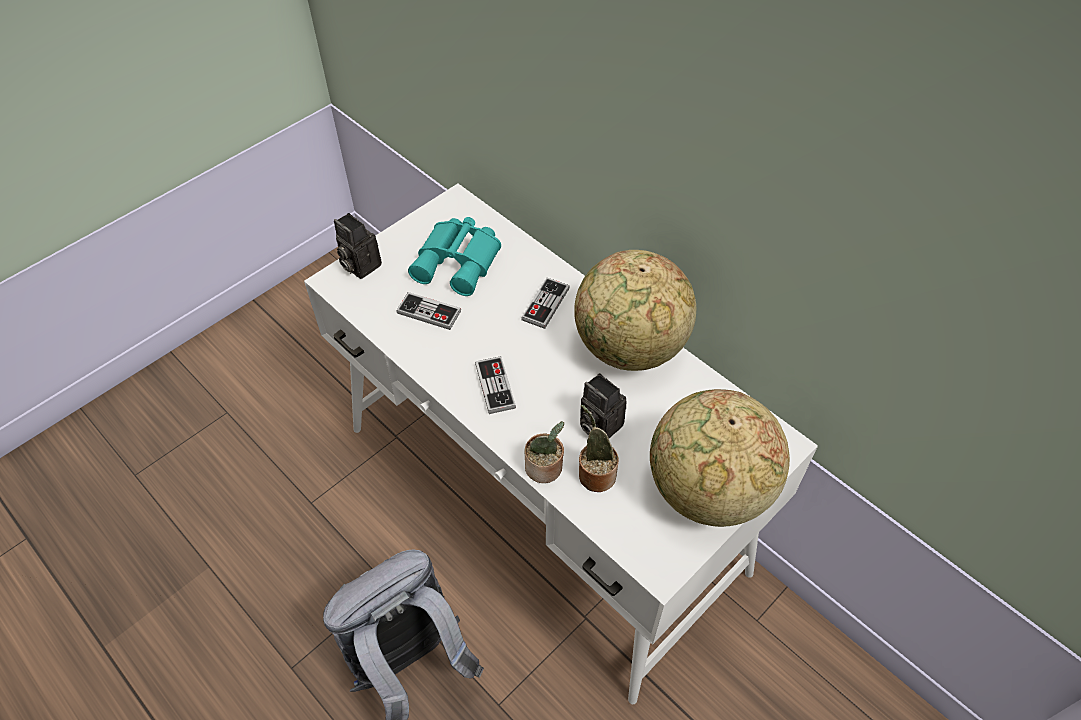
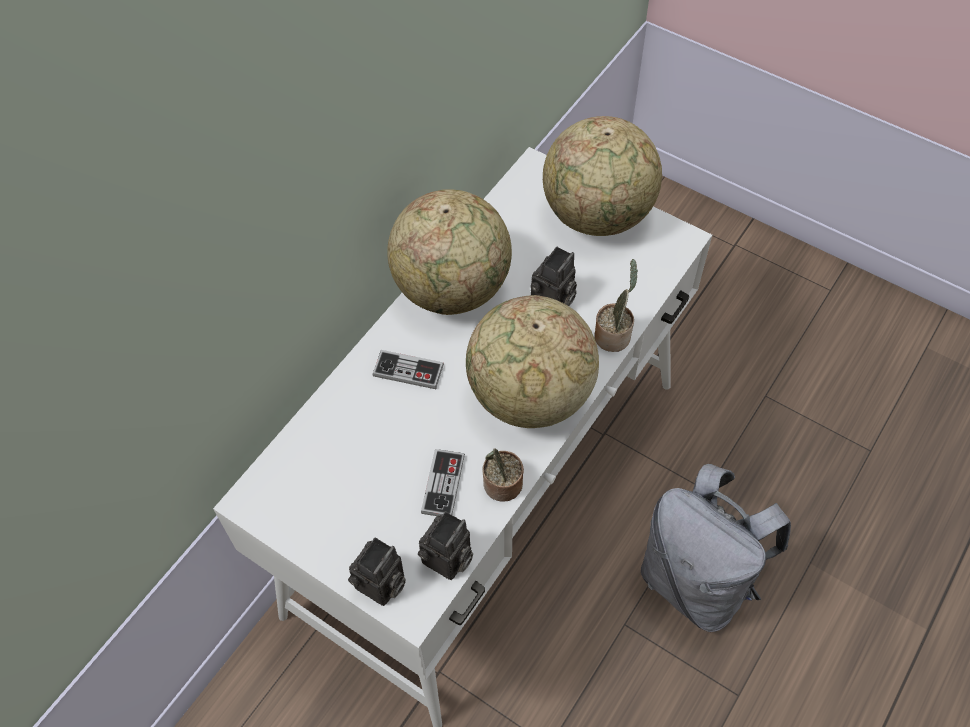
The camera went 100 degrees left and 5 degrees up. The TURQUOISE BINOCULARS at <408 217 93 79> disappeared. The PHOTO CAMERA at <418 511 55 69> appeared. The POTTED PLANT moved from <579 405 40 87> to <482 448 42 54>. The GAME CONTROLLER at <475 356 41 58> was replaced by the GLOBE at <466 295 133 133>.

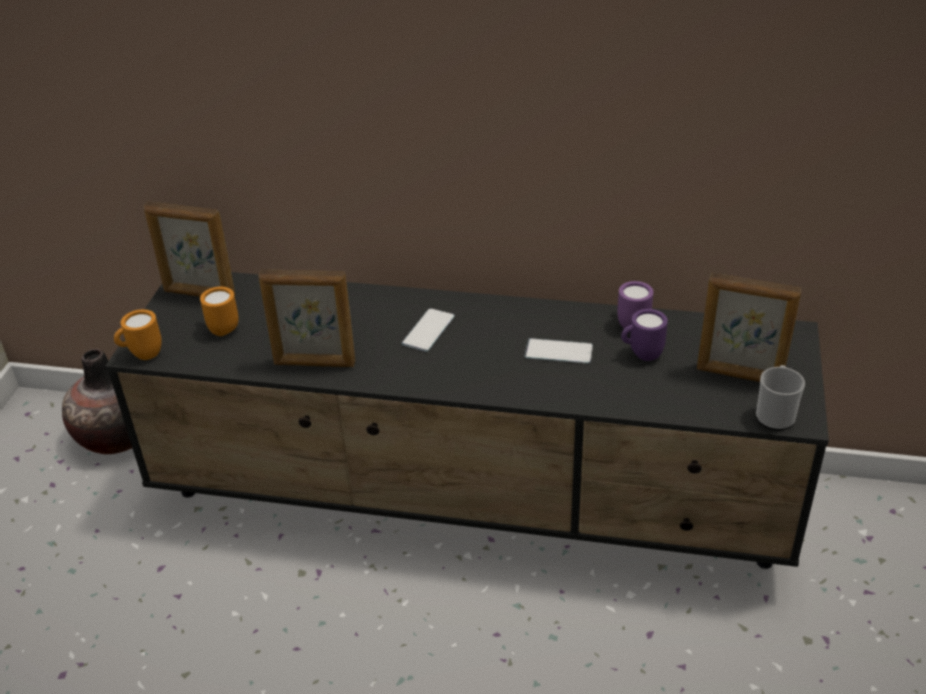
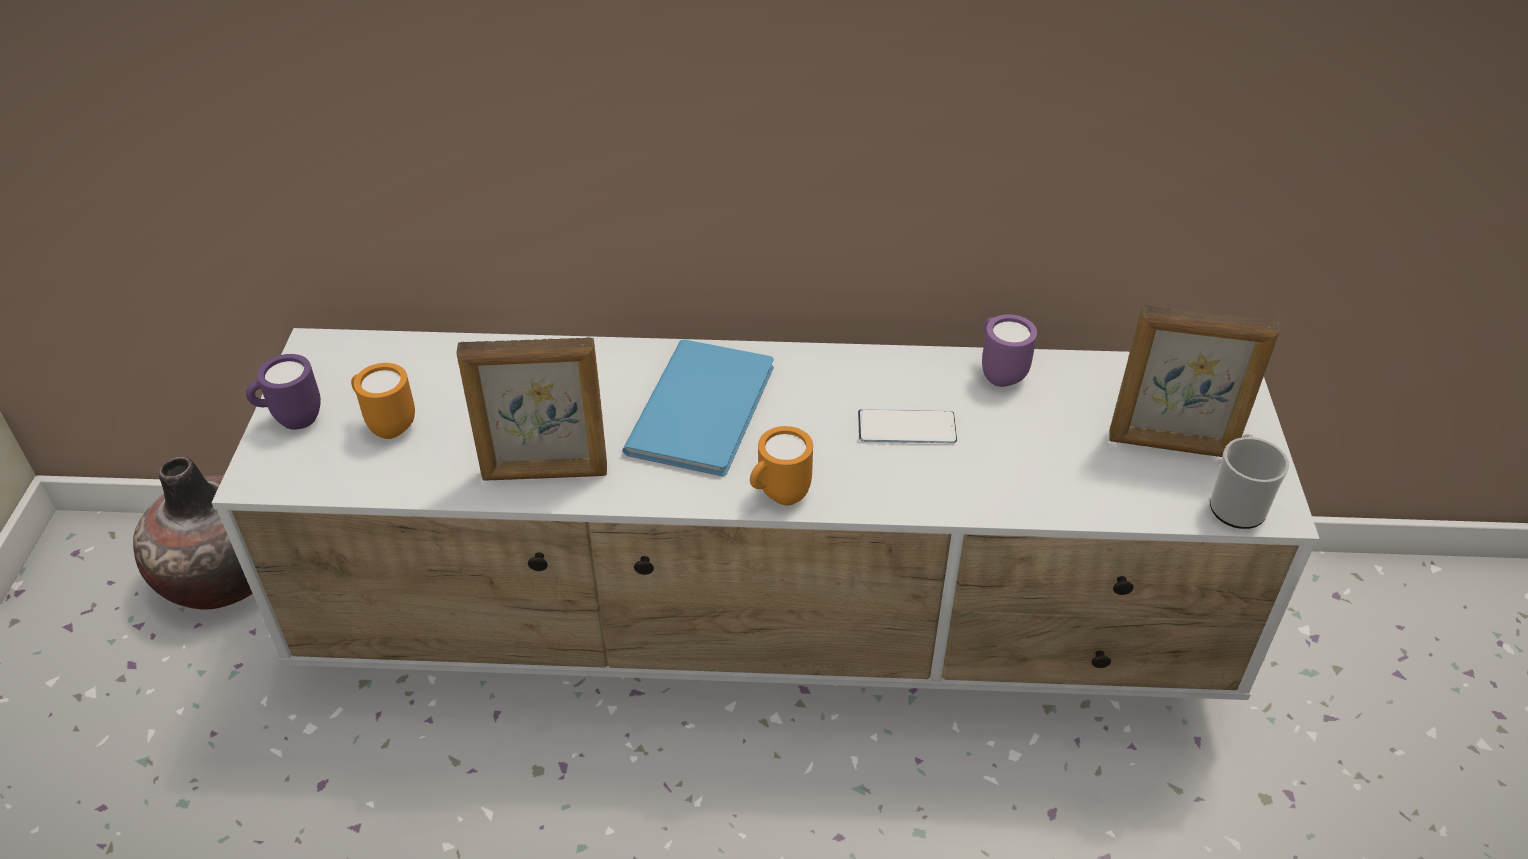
The camera went 10 degrees left and 5 degrees up. The PICTURE FRAME at <143 201 93 96> disappeared. The ORANGE MUG moved from <114 309 48 51> to <750 426 63 80>. The PURPLE MUG moved from <621 309 47 52> to <246 354 75 76>. The PHONE at <402 308 53 44> was replaced by the BLUE BOOK at <622 339 152 138>. The BLACK TV STAND at <105 272 724 297> became the WHITE TV STAND at <211 328 1109 372>.

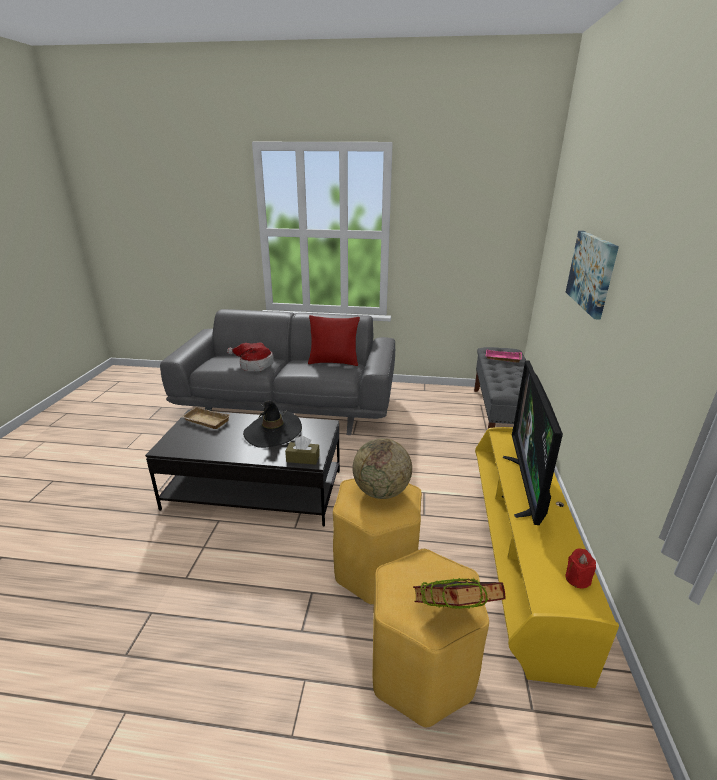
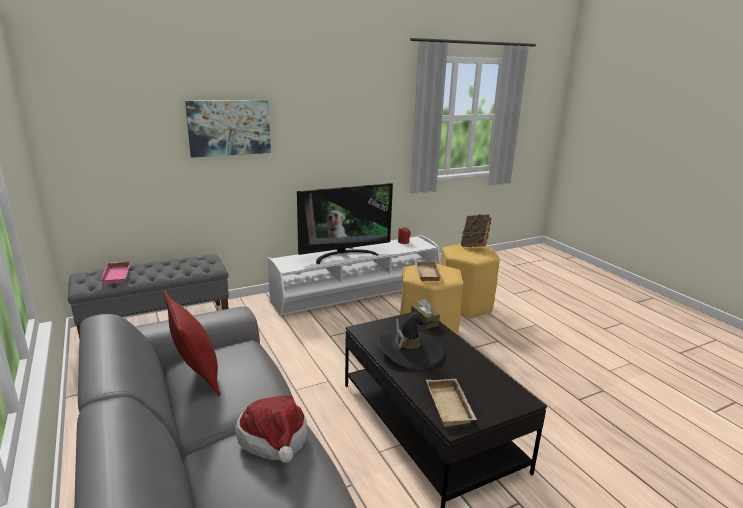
The camera went 125 degrees left and 5 degrees down. The GLOBE at <353 438 59 61> was replaced by the BEIGE TRAY at <415 261 26 21>. The YELLOW TV STAND at <475 427 144 261> became the WHITE TV STAND at <268 235 173 81>.

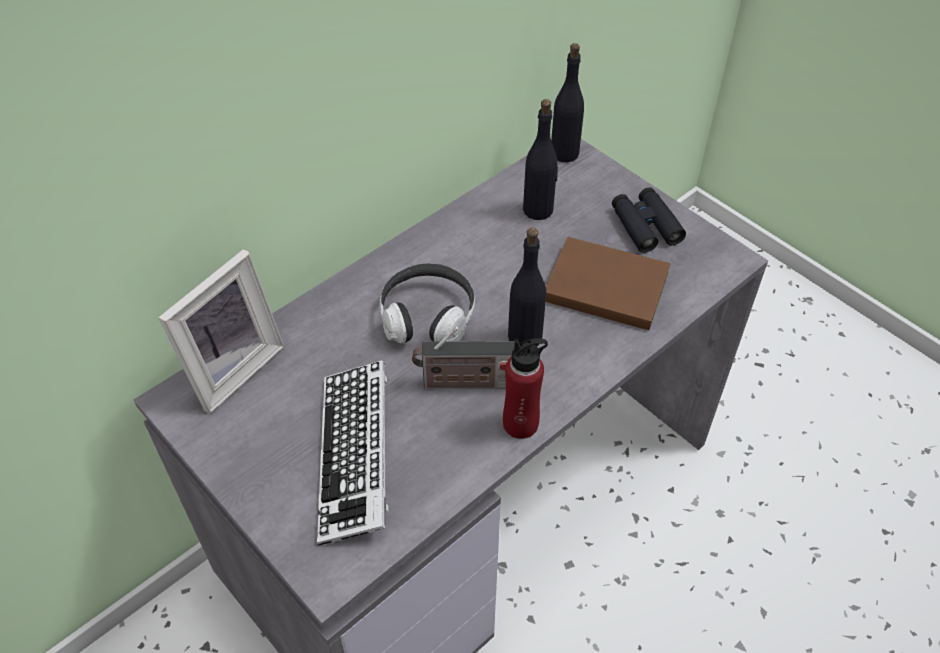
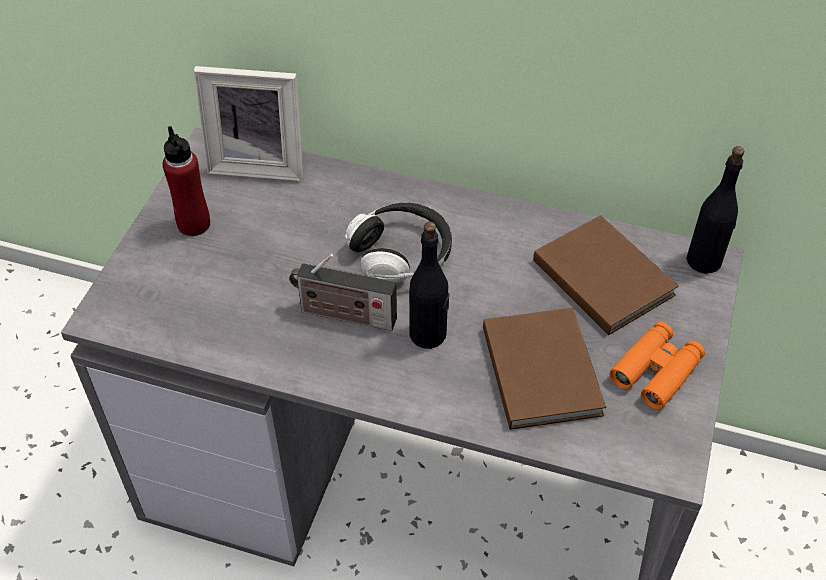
The camera went 60 degrees right and 0 degrees up. The KEYBOARD at <317 360 72 186> disappeared. The RED BOTTLE moved from <503 338 45 101> to <163 126 47 110>. The BLACK BOTTLE at <523 99 35 121> was replaced by the BROWN BOOK at <533 215 145 120>. The BLACK BINOCULARS at <612 187 74 66> became the ORANGE BINOCULARS at <609 322 96 88>. The RADIO at <412 327 107 62> turned 45 degrees counterclockwise.

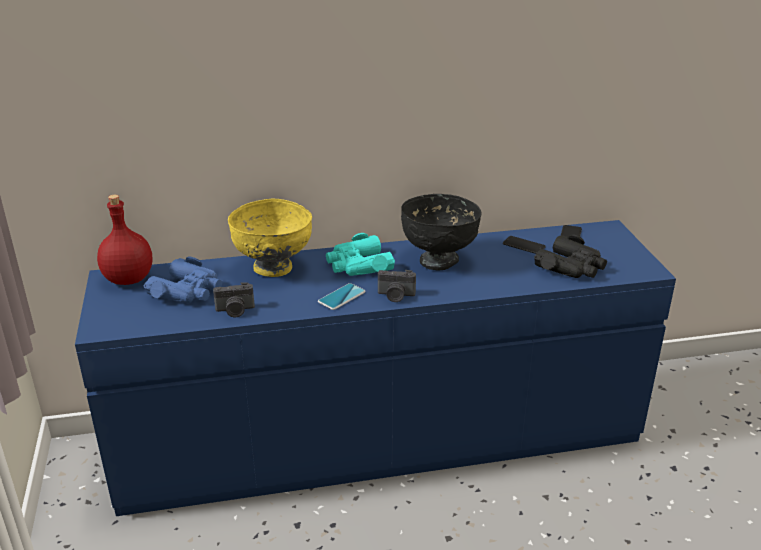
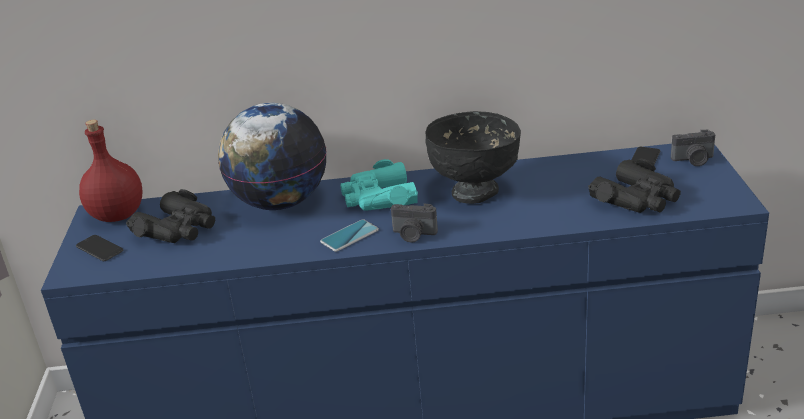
The camera went 10 degrees right and 0 degrees up. The PHOTO CAMERA moved from <213 282 42 35> to <671 130 44 36>. The PHONE moved from <503 236 43 18> to <76 235 47 26>. The YELLOW BOWL at <228 199 84 78> was replaced by the GLOBE at <218 103 108 107>. The BLUE BINOCULARS at <144 257 78 46> became the BLACK BINOCULARS at <126 189 89 54>.

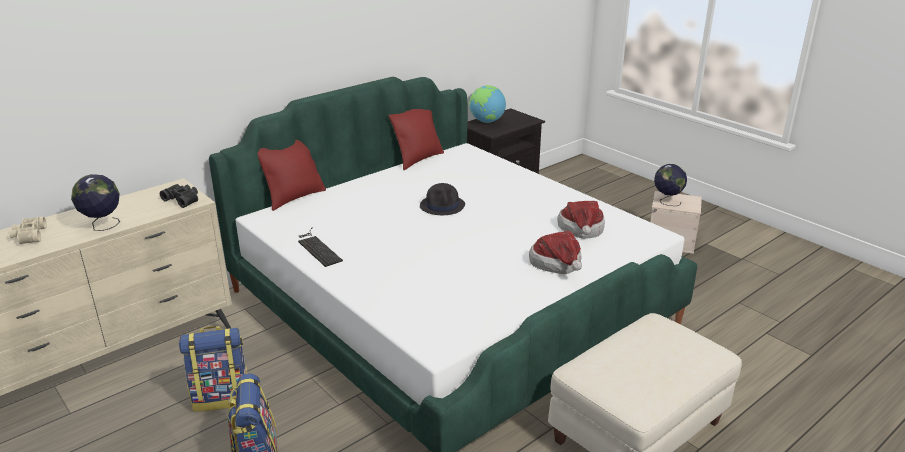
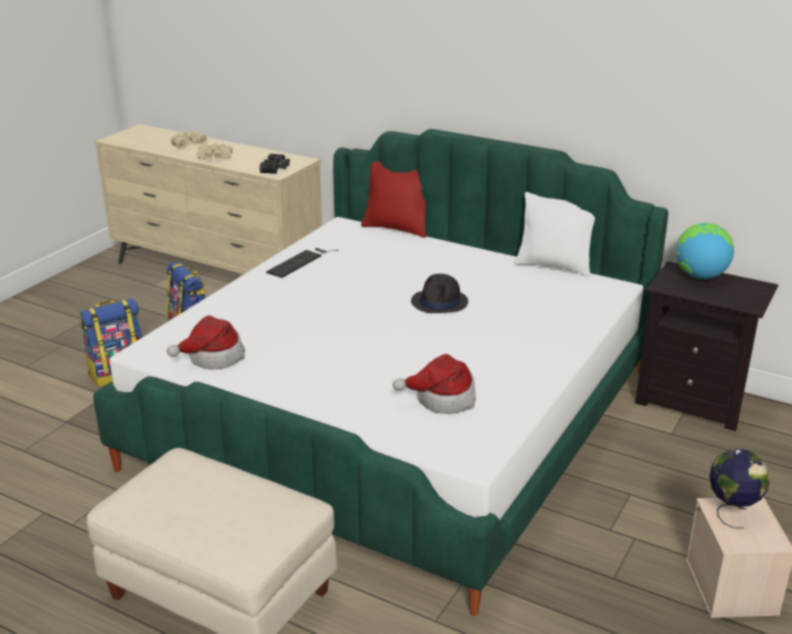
The camera went 70 degrees right and 0 degrees up. The HAT moved from <529 231 53 43> to <167 315 78 55>. The GLOBE at <71 174 49 57> was replaced by the BEIGE BINOCULARS at <197 143 36 17>. The RED PILLOW at <389 109 55 61> became the WHITE PILLOW at <515 192 80 84>.

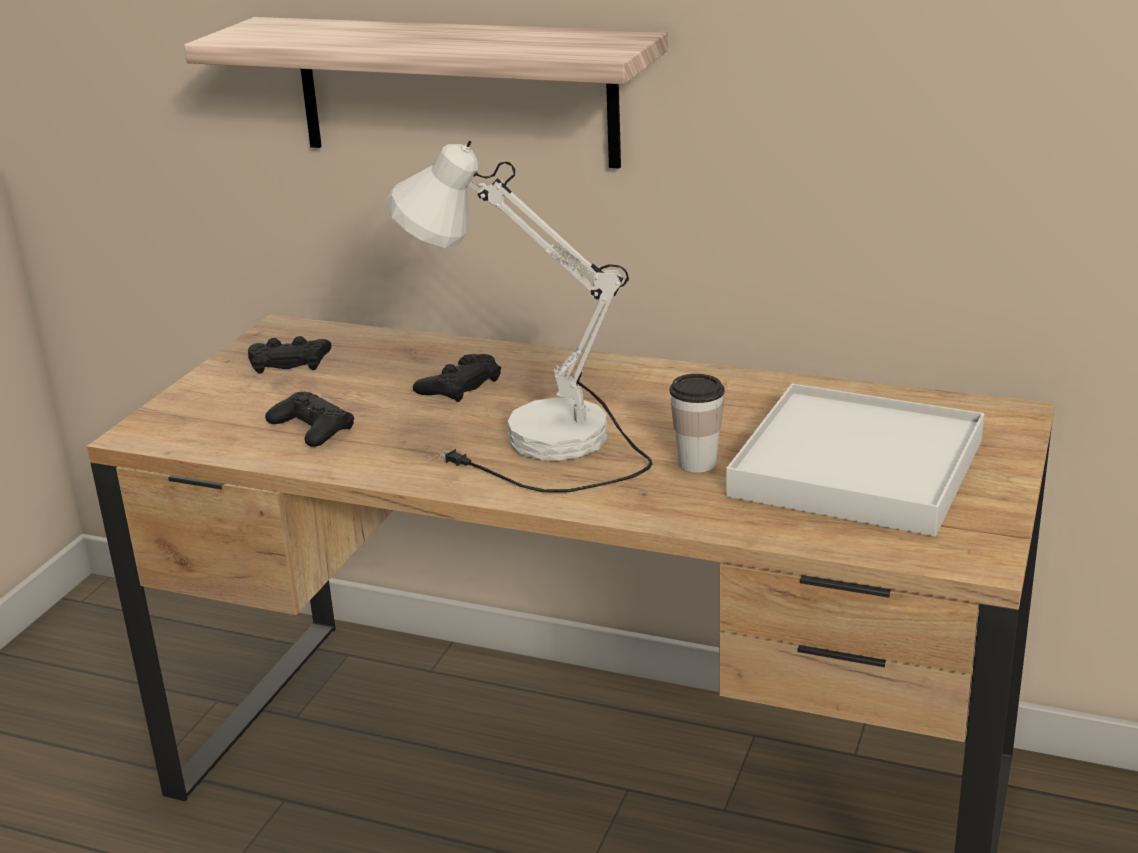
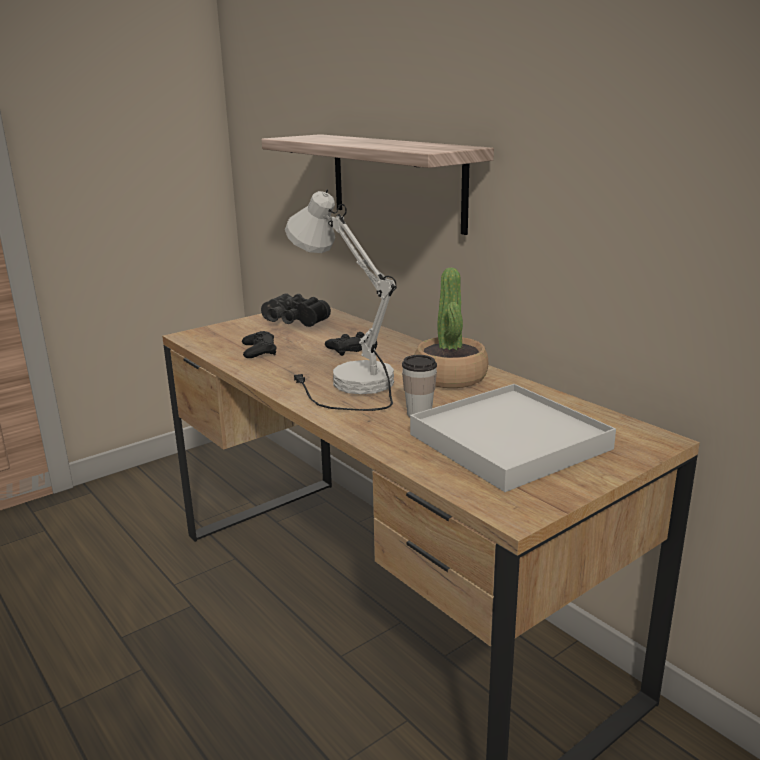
The camera went 30 degrees right and 5 degrees down. The POTTED PLANT at <415 268 73 120> appeared. The BLACK GAME CONTROLLER at <248 336 83 38> was replaced by the BLACK BINOCULARS at <261 293 70 34>.

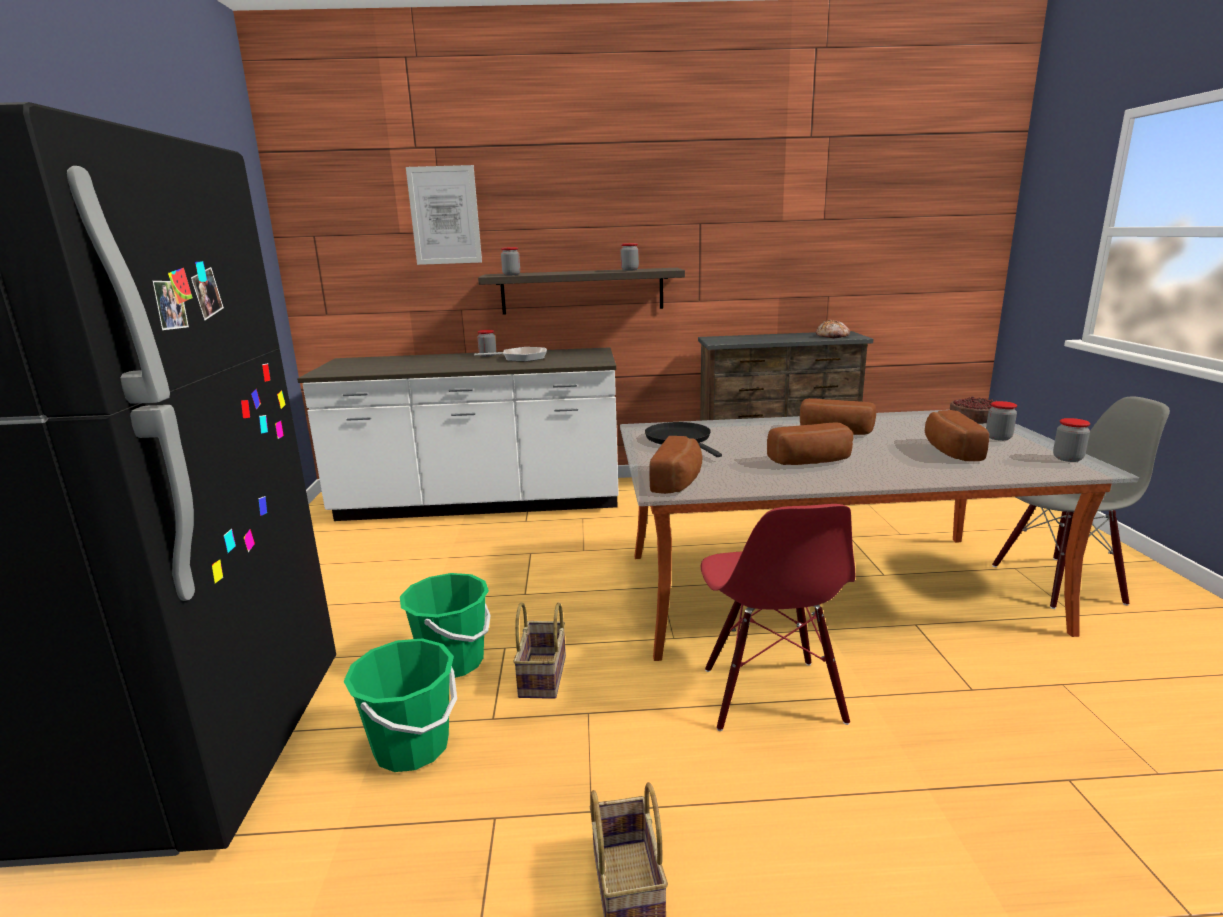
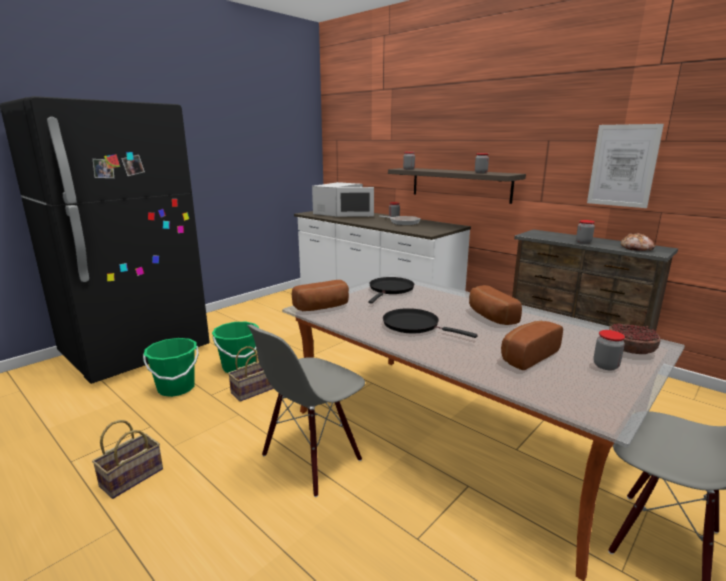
The camera went 45 degrees right and 0 degrees up. The WHITE MICROWAVE at <312 182 62 35> appeared. The PICTURE moved from <406 165 76 100> to <587 124 77 84>. The JAR moved from <1053 418 37 44> to <576 220 19 24>. The BREAD at <767 422 86 43> was replaced by the BLACK FRYING PAN at <383 308 94 30>. The RED CHAIR at <701 504 154 227> became the GREY CHAIR at <247 325 118 172>.

